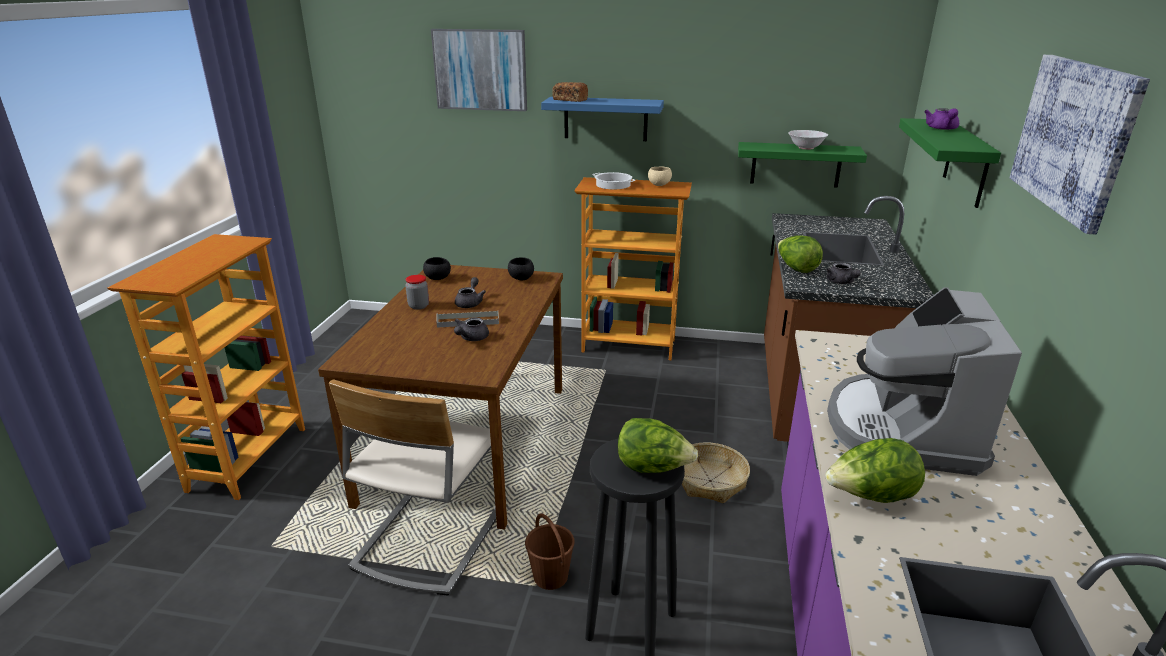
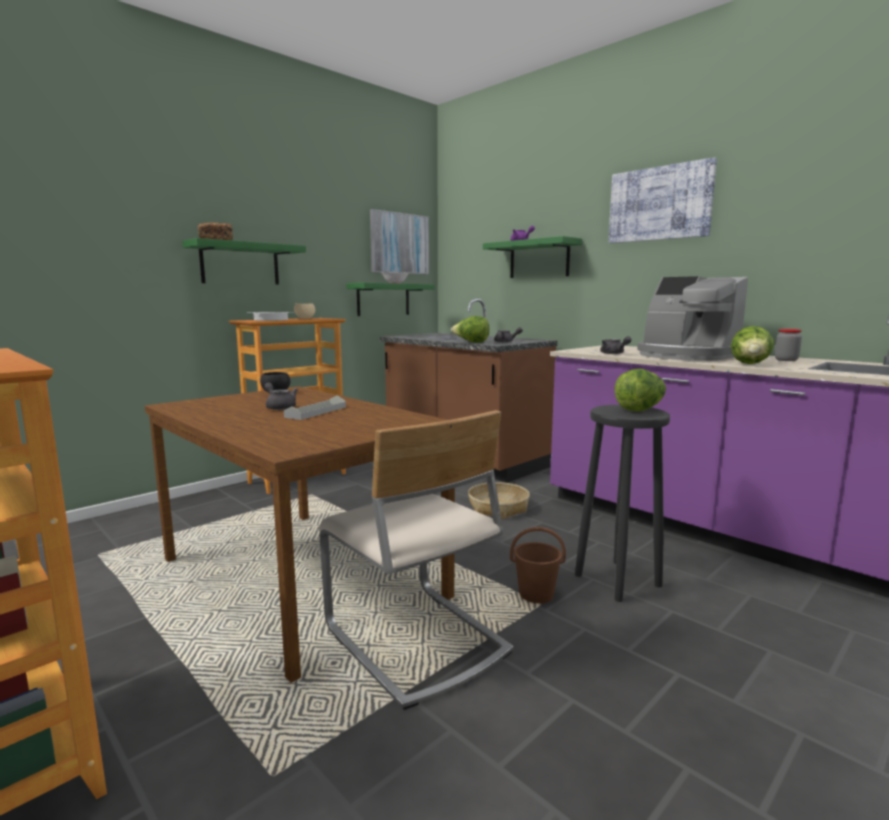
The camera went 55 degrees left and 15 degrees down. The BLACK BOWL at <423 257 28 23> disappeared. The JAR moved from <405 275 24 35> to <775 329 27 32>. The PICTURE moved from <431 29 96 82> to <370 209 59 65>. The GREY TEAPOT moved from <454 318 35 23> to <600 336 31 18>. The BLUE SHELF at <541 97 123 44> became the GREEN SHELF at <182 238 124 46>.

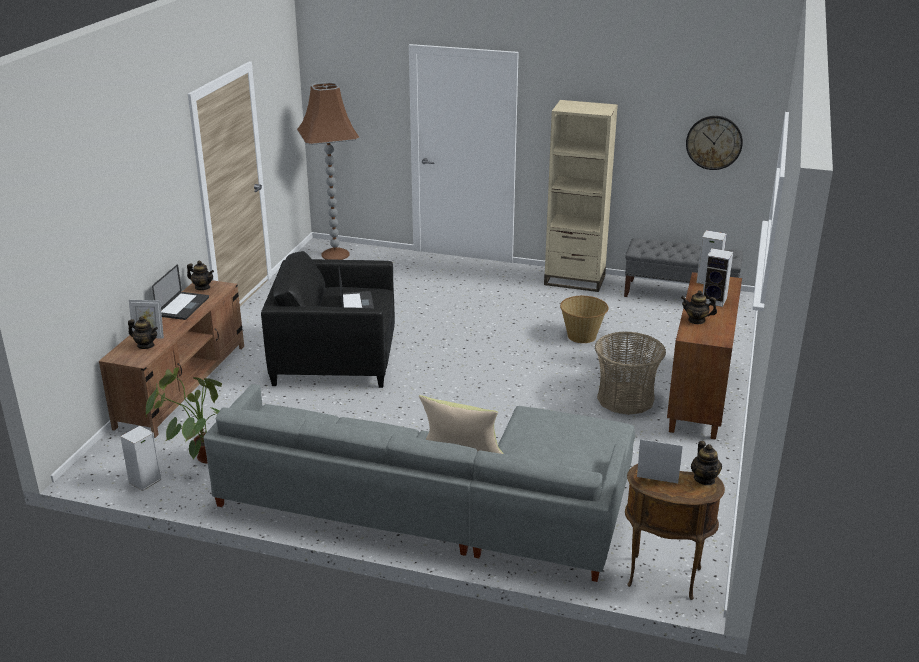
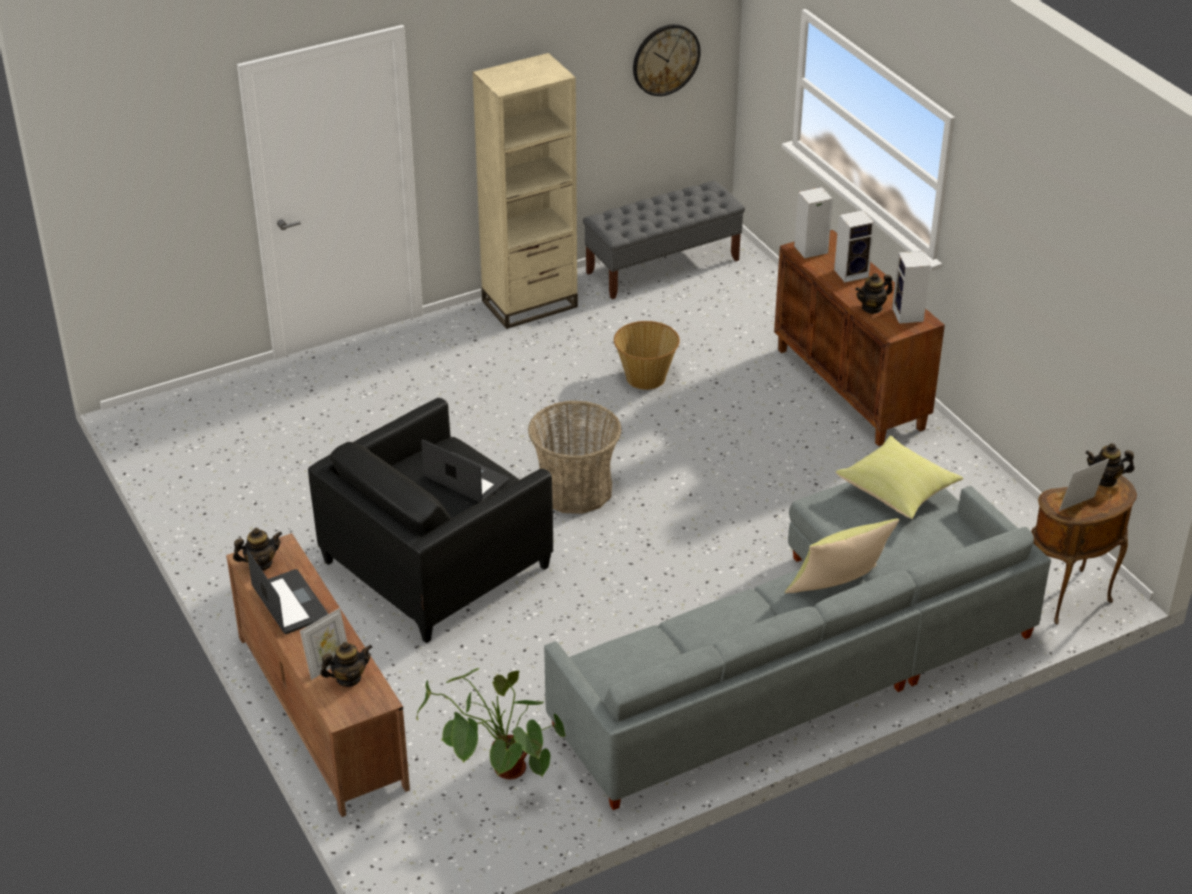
The camera went 45 degrees left and 10 degrees up. The BROWN FLOOR LAMP at <297 82 63 178> disappeared. The YELLOW PILLOW at <836 436 127 83> appeared. The SPEAKER moved from <120 426 41 65> to <892 251 39 73>. The BASKET moved from <595 331 71 84> to <528 400 94 114>. The TEAPOT at <691 441 31 44> turned 150 degrees clockwise.

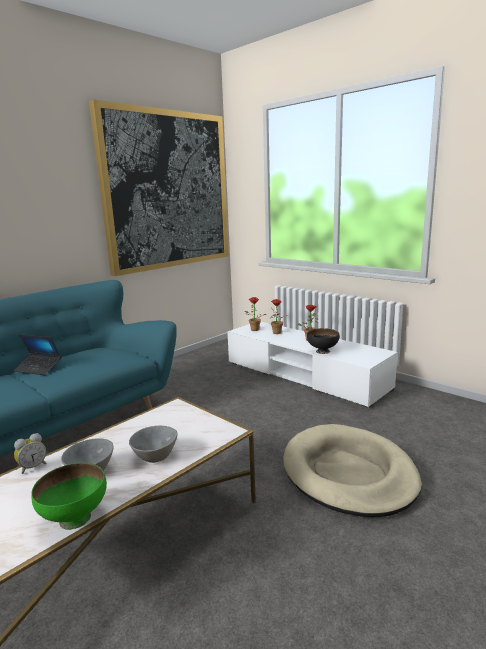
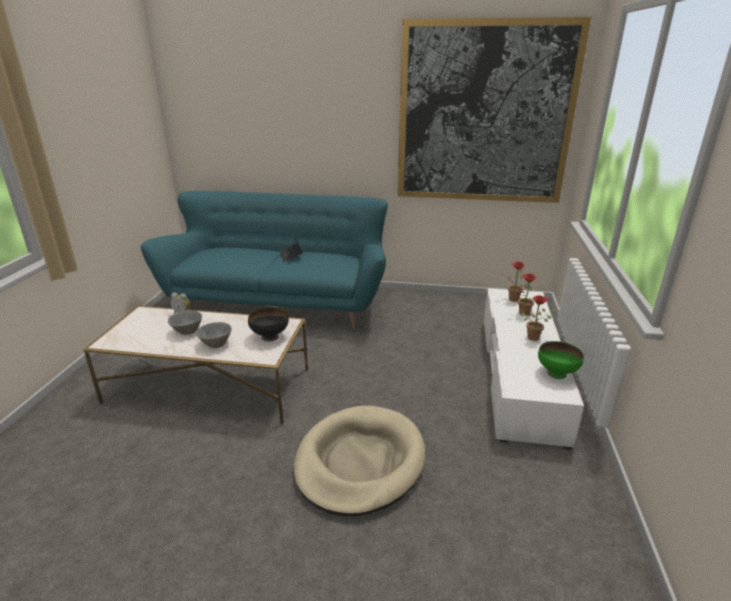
The camera went 55 degrees right and 10 degrees up. The GREEN BOWL moved from <31 463 76 67> to <538 341 46 38>. The BLACK BOWL moved from <307 328 32 26> to <248 307 41 35>.

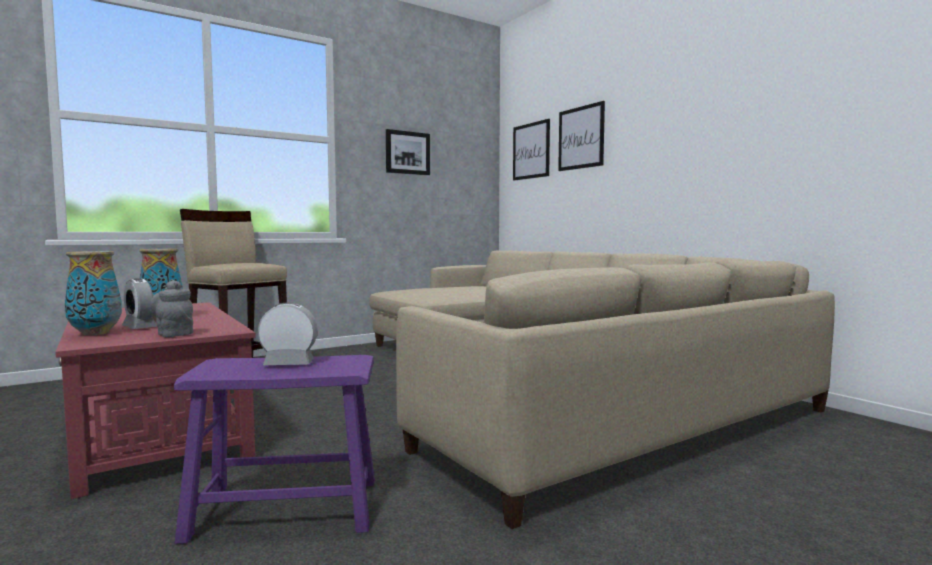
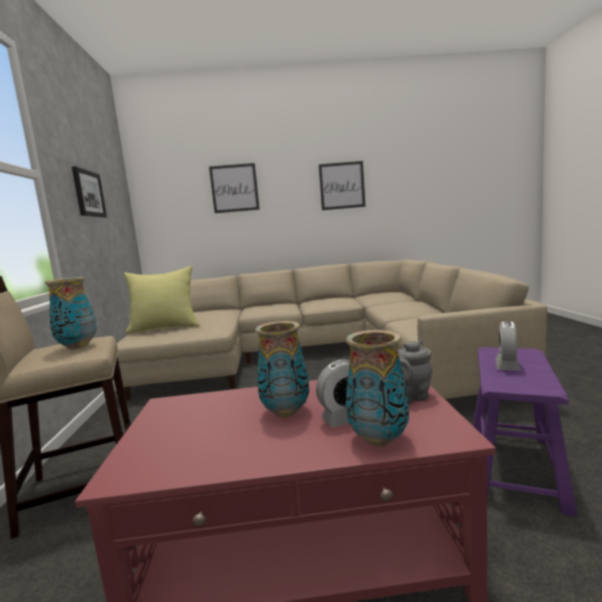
The camera went 60 degrees left and 5 degrees up. The VASE at <45 277 52 72> appeared. The YELLOW PILLOW at <123 266 76 68> appeared. The PICTURE moved from <513 119 37 62> to <319 161 46 49>.

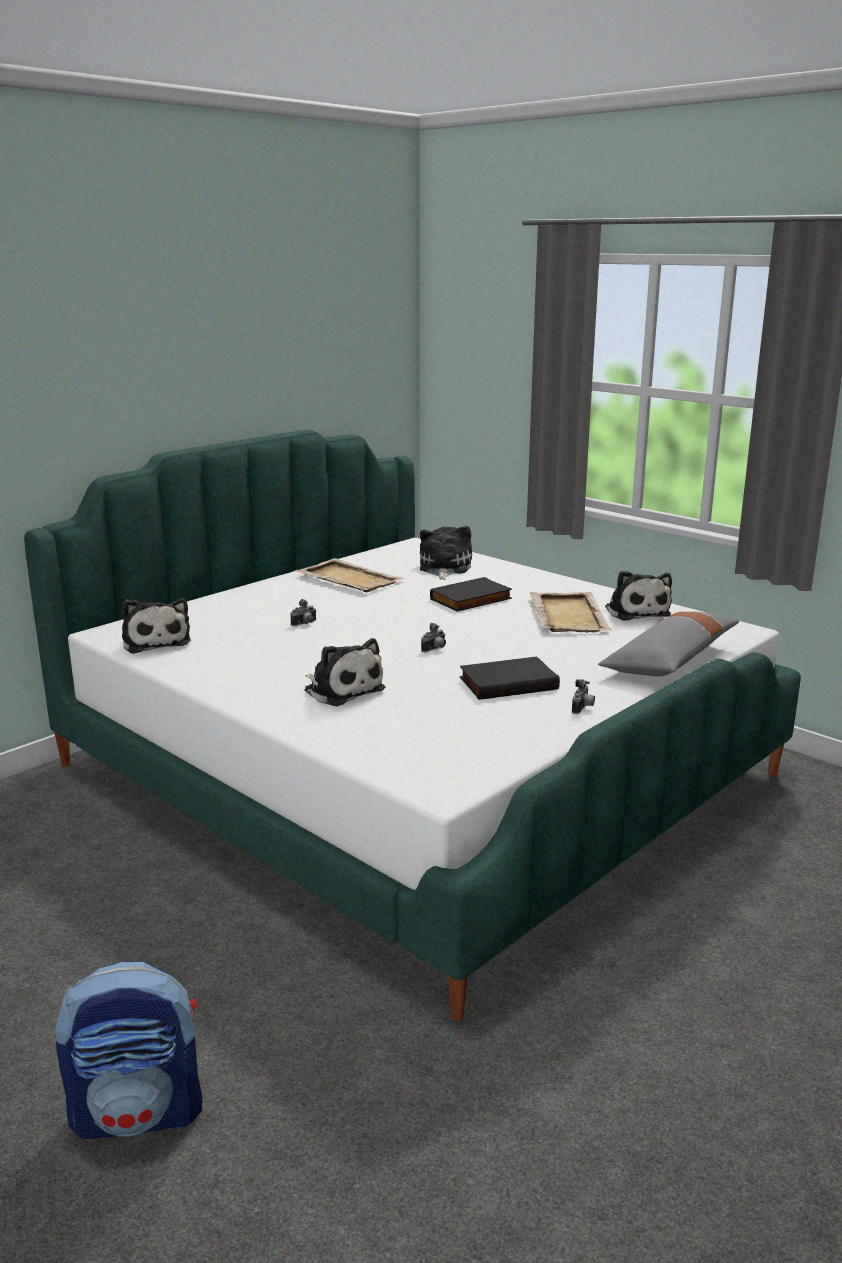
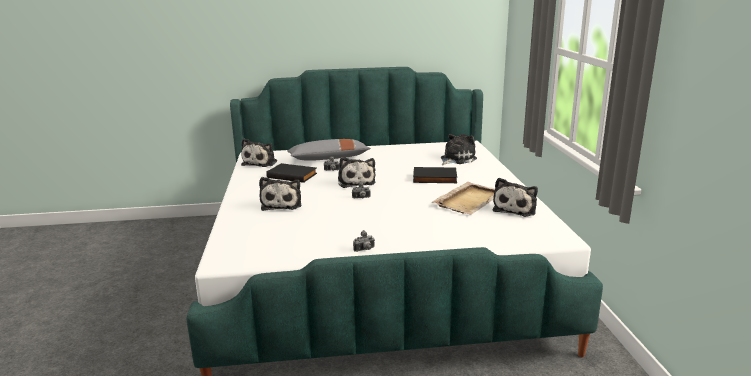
The camera went 40 degrees right and 0 degrees up. The BACKPACK at <56 961 146 178> disappeared. The BEIGE TRAY at <295 558 110 34> disappeared. The PLUSH TOY at <338 157 38 31> appeared. The BLACK BOOK moved from <460 657 100 43> to <266 163 51 20>. The GREY PILLOW moved from <598 611 141 66> to <287 139 84 22>.

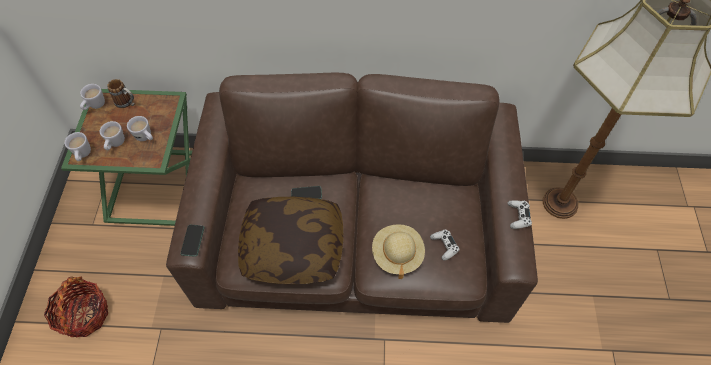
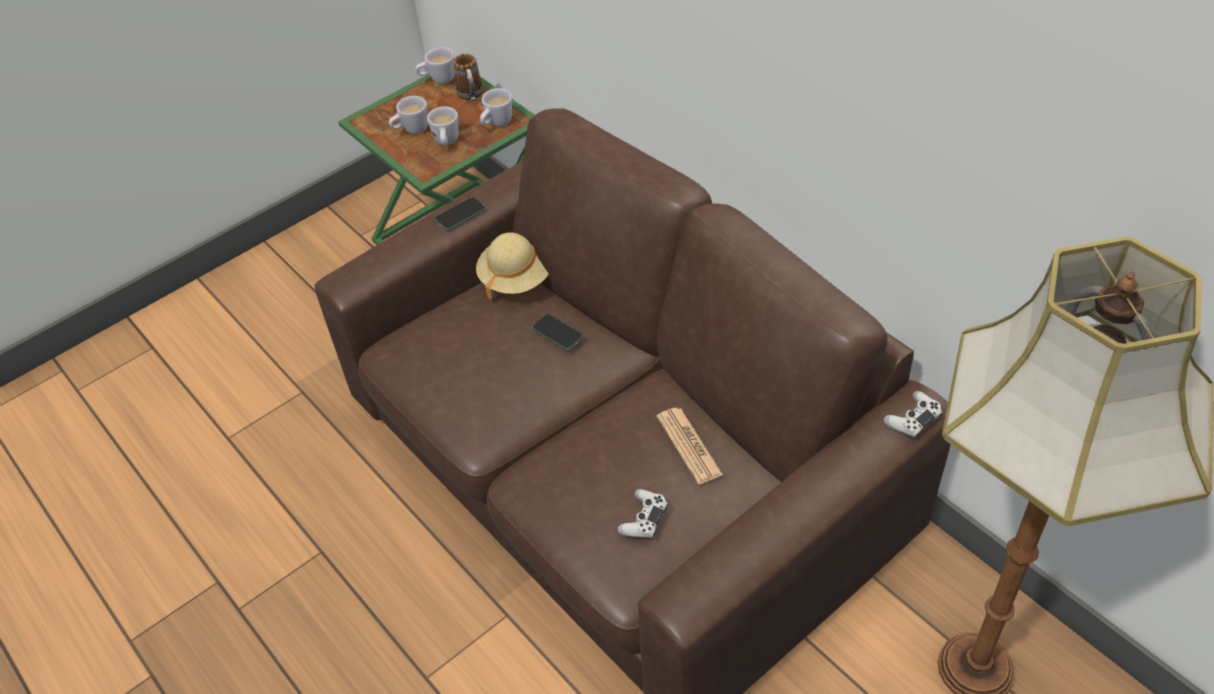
The camera went 50 degrees right and 10 degrees down. The BASKET at <44 276 64 61> disappeared. The PILLOW at <238 197 105 87> disappeared. The NEWSPAPER at <657 408 66 76> appeared. The WHITE MUG moved from <64 132 27 29> to <480 88 32 39>. The PHONE moved from <181 225 23 32> to <435 197 51 34>. The BEIGE HAT moved from <372 224 53 55> to <476 232 73 68>. The WHITE GAME CONTROLLER moved from <508 200 24 29> to <884 391 59 48>.

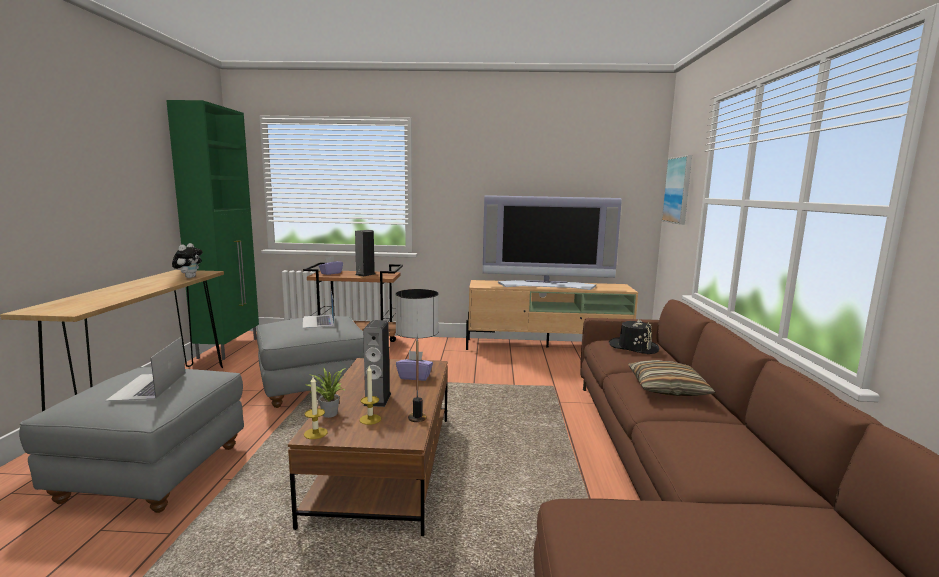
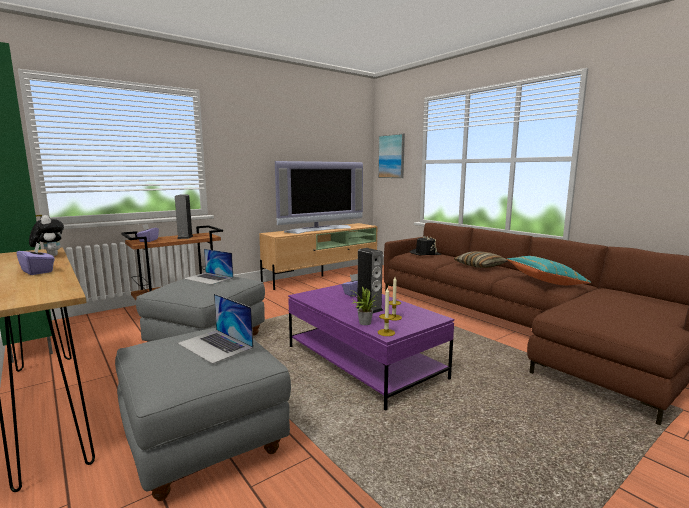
The camera went 40 degrees left and 0 degrees up. The TABLE LAMP at <395 289 44 133> disappeared. The PURPLE TISSUE BOX at <16 243 39 32> appeared. The TURQUOISE PILLOW at <507 256 85 29> appeared. The BROWN COFFEE TABLE at <288 358 159 178> became the PURPLE COFFEE TABLE at <288 284 166 127>.

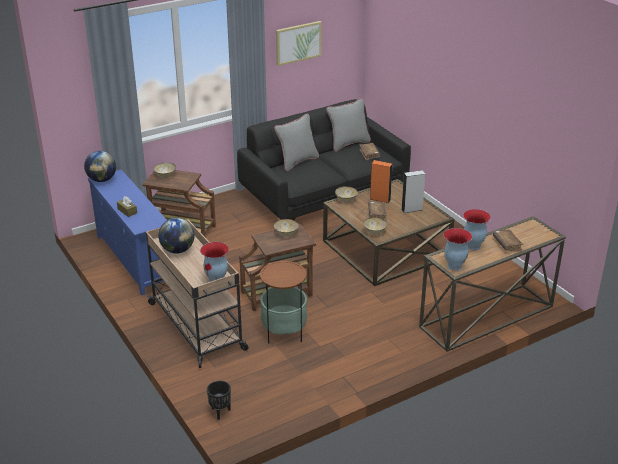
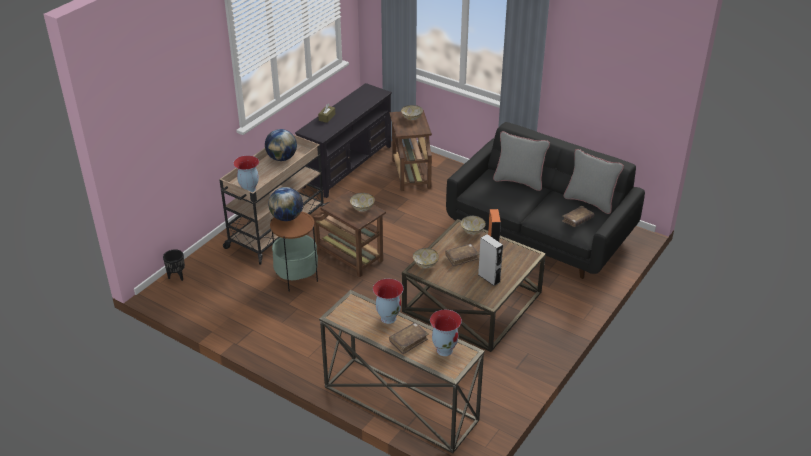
The camera went 65 degrees right and 5 degrees up. The PICTURE at <276 21 46 45> disappeared. The GLOBE moved from <84 151 32 31> to <269 187 34 34>. The VASE moved from <444 228 28 43> to <430 310 32 46>. The BLUE TV STAND at <88 169 79 126> became the BLACK TV STAND at <295 83 97 115>.

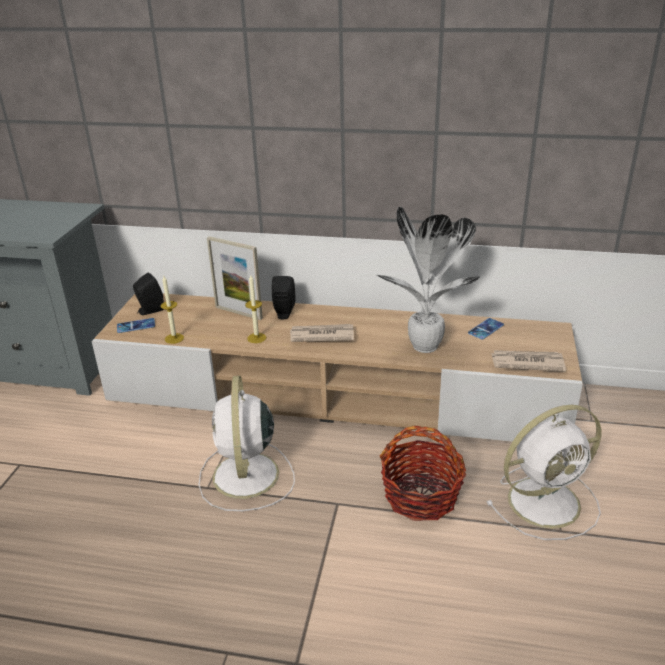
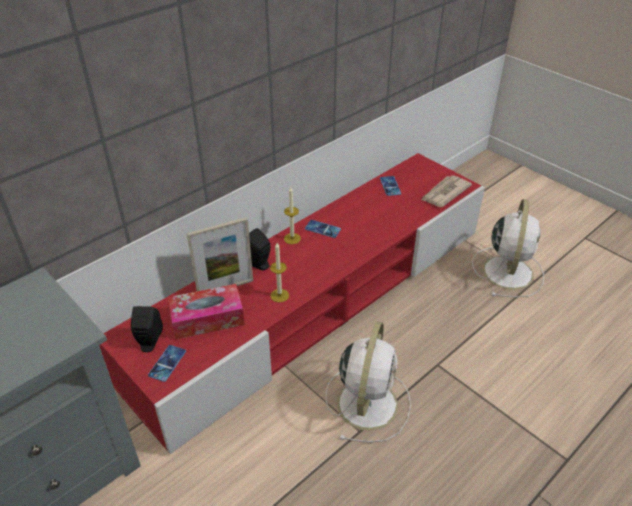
The camera went 55 degrees left and 10 degrees up. The NEWSPAPER at <290 324 64 18> disappeared. The POTTED PLANT at <377 207 103 146> disappeared. The BASKET at <380 426 86 95> disappeared. The TISSUE BOX at <168 284 77 55> appeared. The PHONE at <305 220 36 18> appeared. The CANDLE moved from <160 276 24 68> to <284 187 17 57>. The BEIGE TV STAND at <92 294 491 148> became the RED TV STAND at <99 153 386 301>. The WHITE FAN at <199 376 96 135> turned 105 degrees counterclockwise.

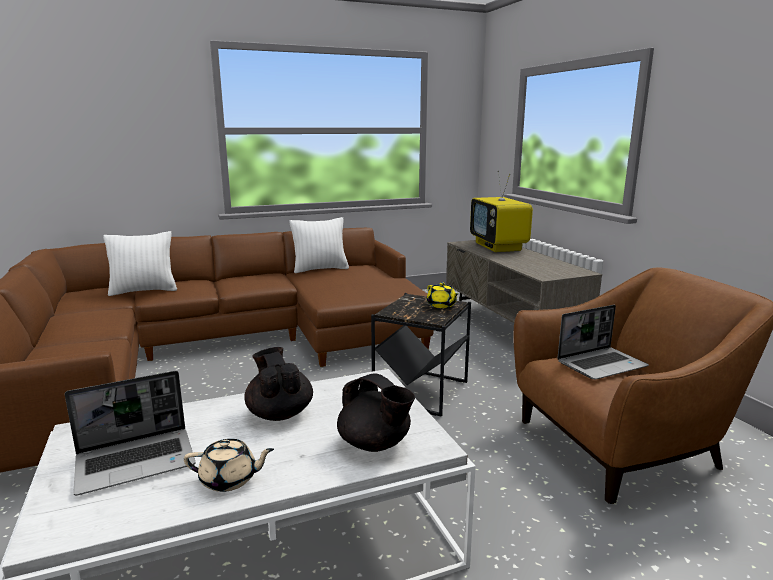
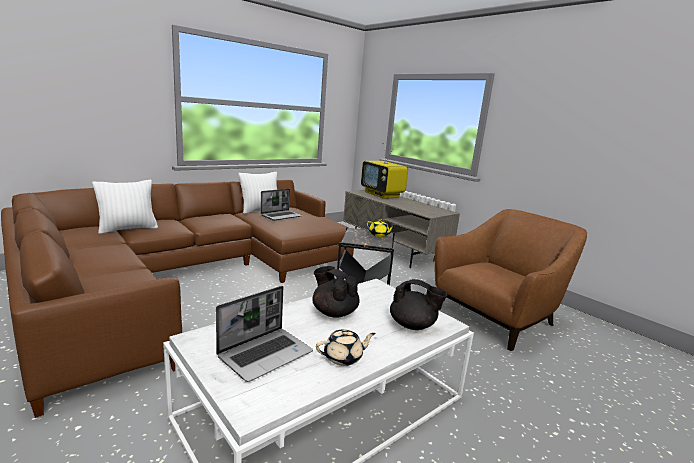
The camera went 20 degrees left and 0 degrees up. The LAPTOP moved from <557 305 92 74> to <260 189 43 32>.

